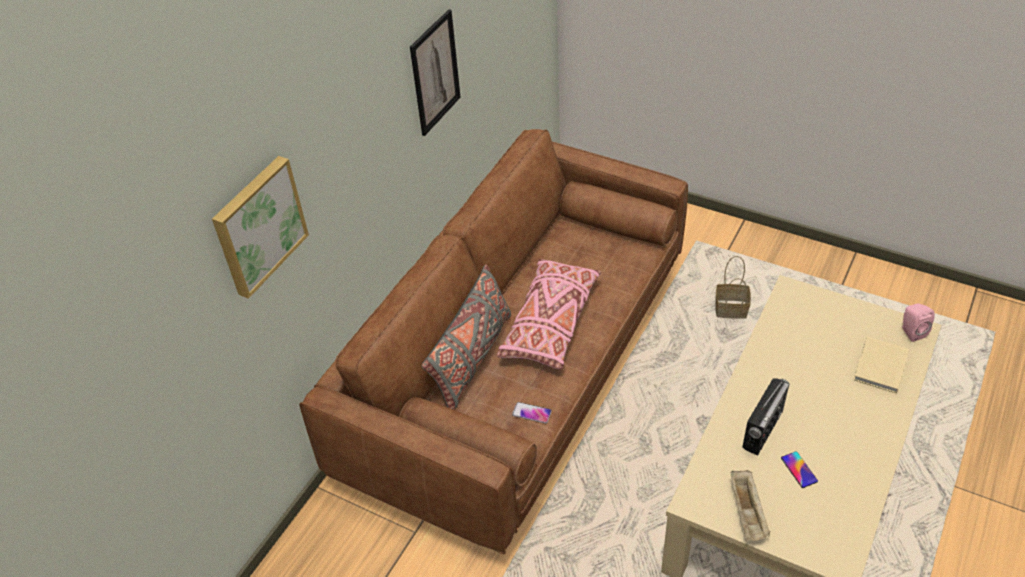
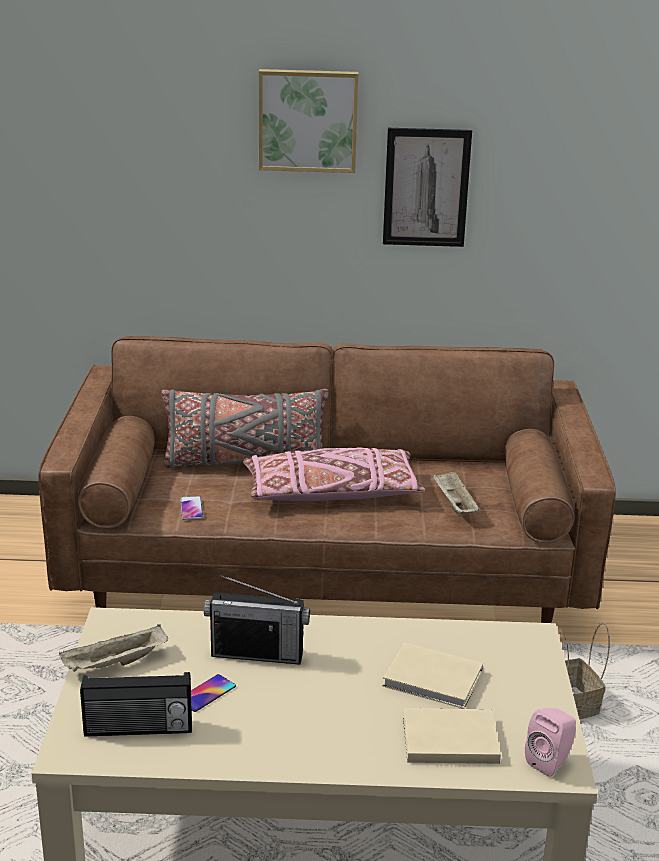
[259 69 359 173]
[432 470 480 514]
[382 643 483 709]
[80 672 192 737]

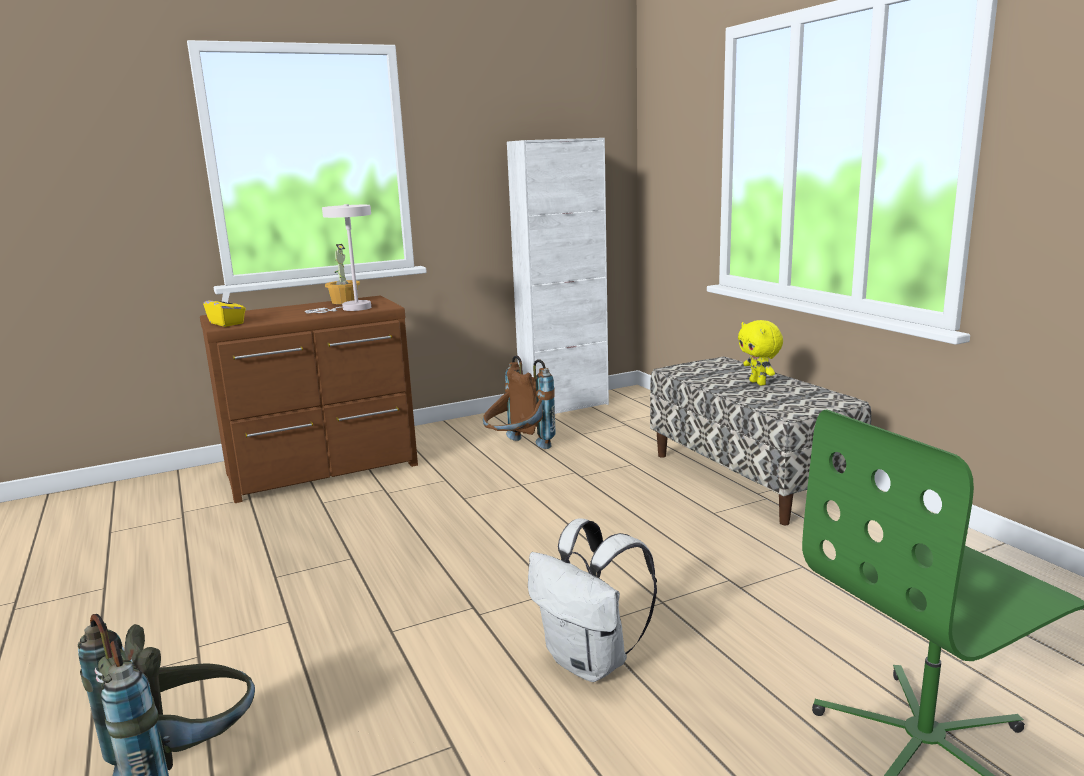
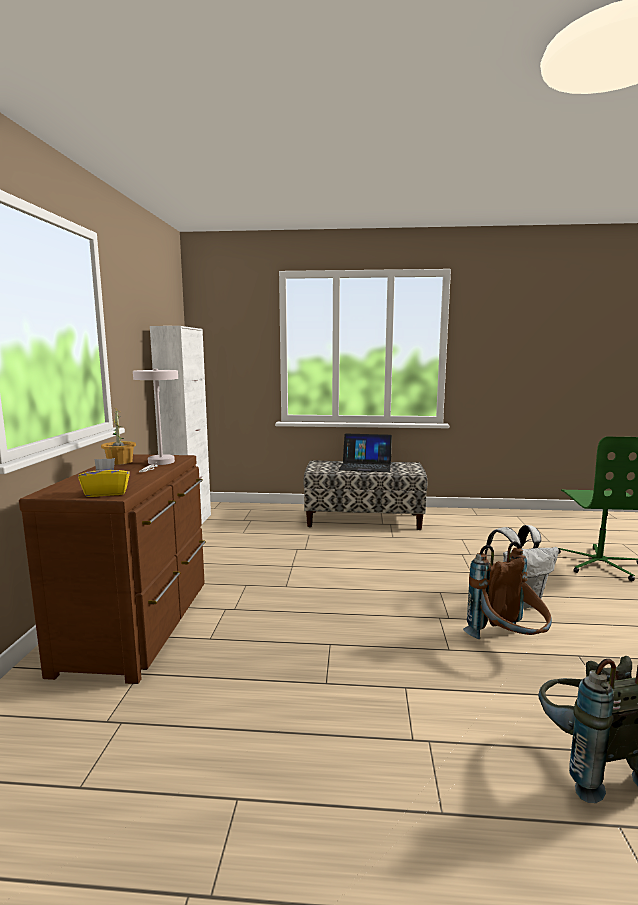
[339 433 392 472]
[463 541 552 639]

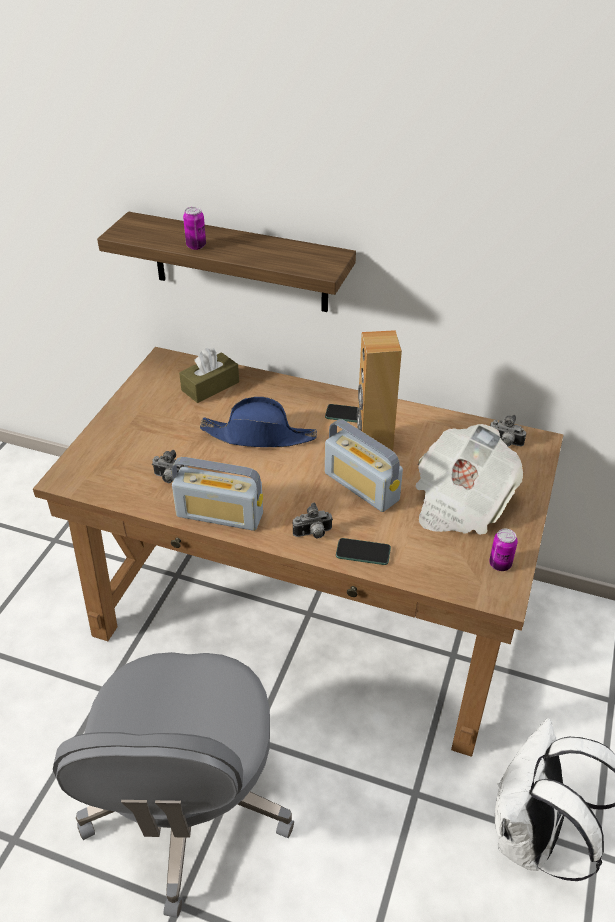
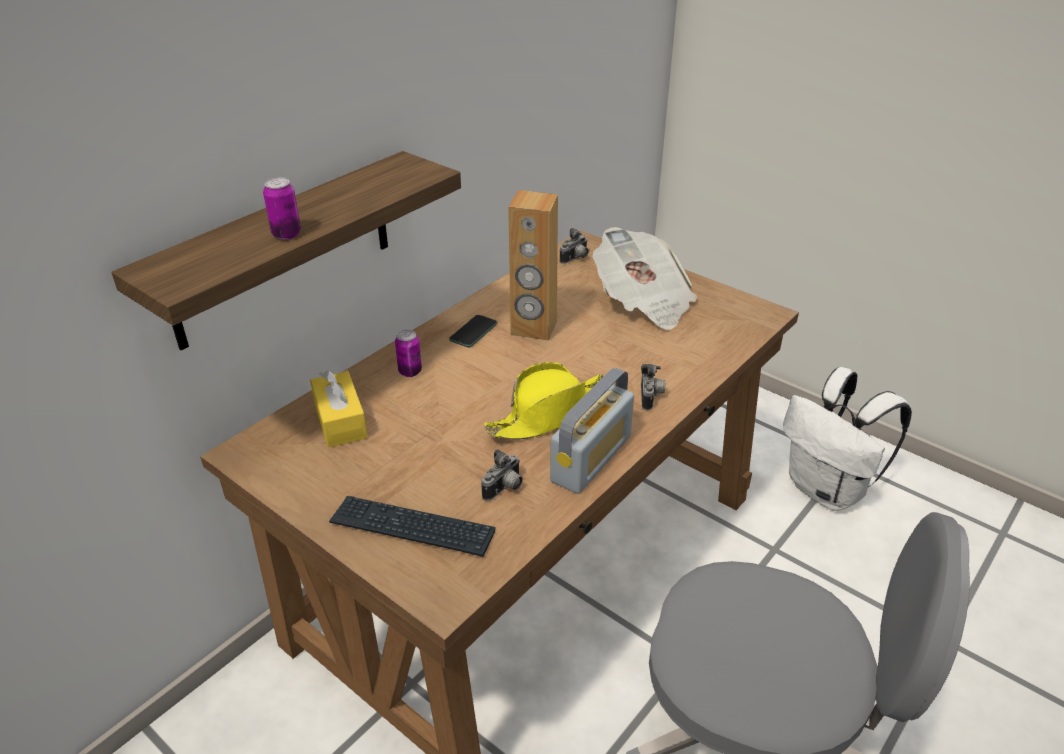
[310 370 368 448]
[200 397 317 447] (first image)
[325 419 403 512] (first image)
[395 330 422 377]
[336 538 391 565] (first image)
[484 362 604 440]
[329 496 496 557]

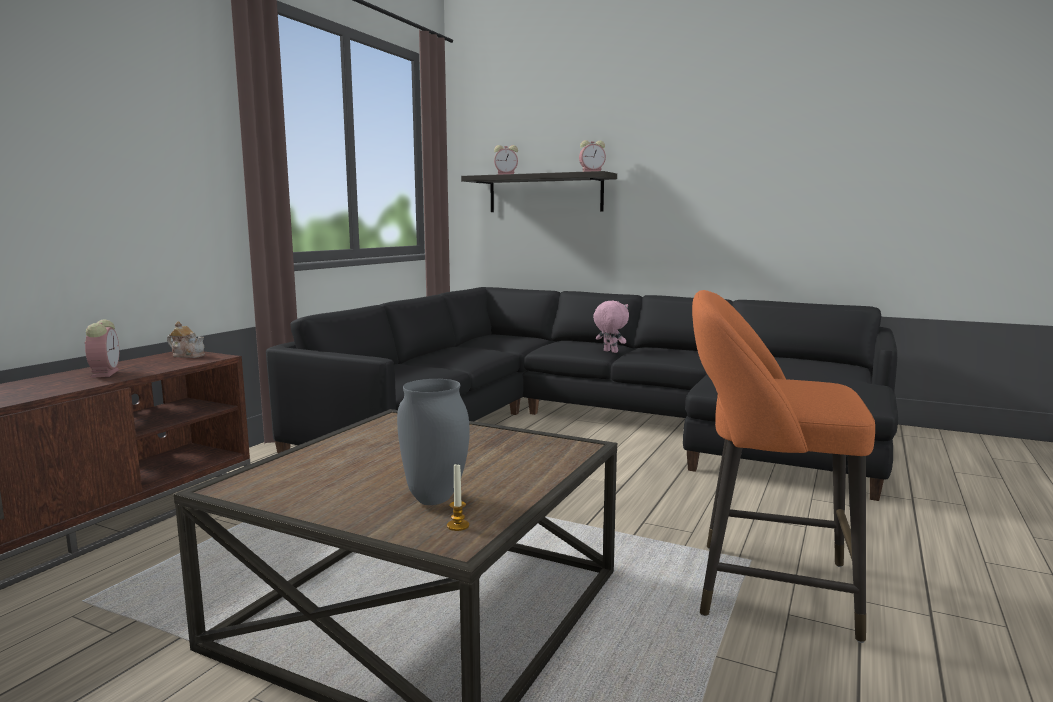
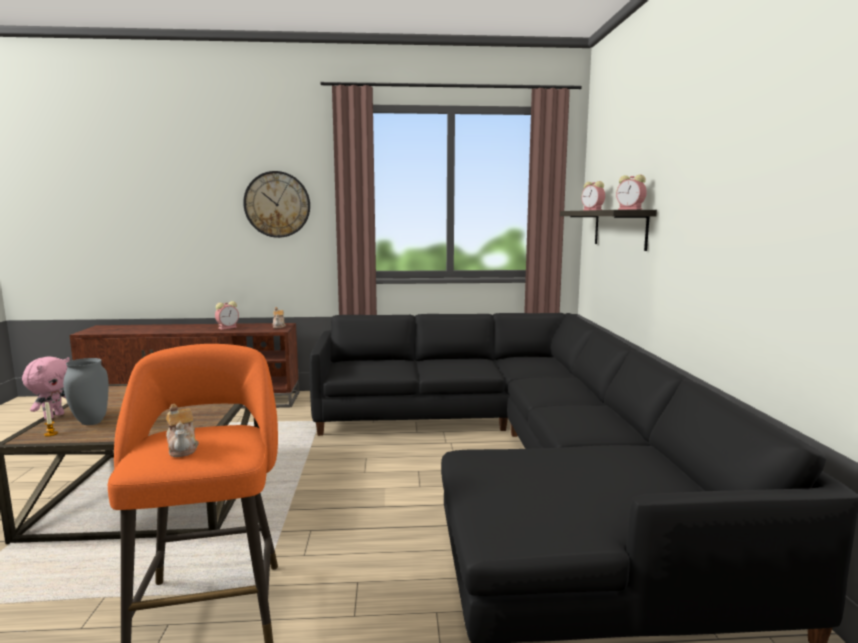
[22 357 70 420]
[243 171 310 238]
[166 404 199 457]

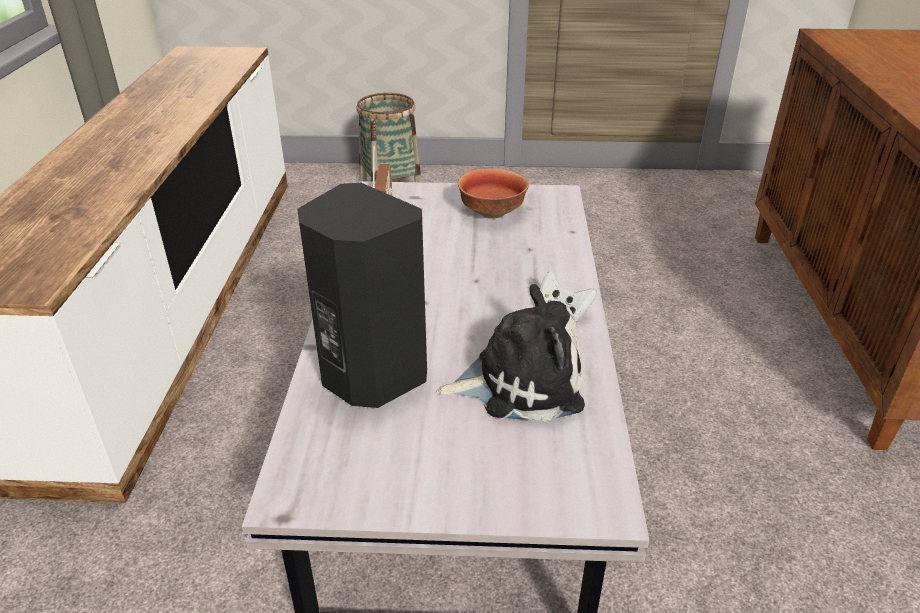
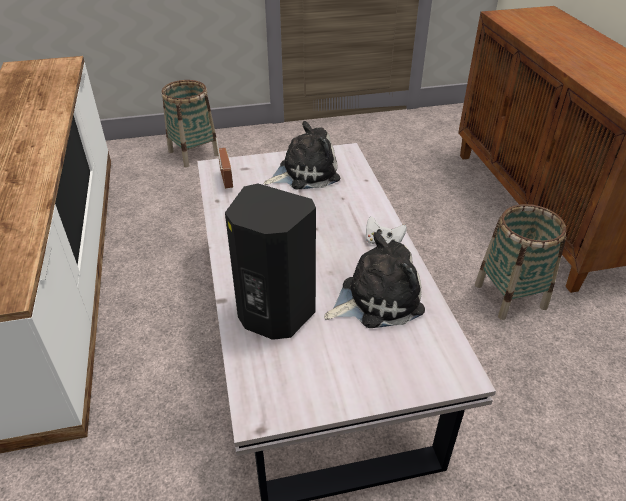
[264 121 340 189]
[475 204 566 320]

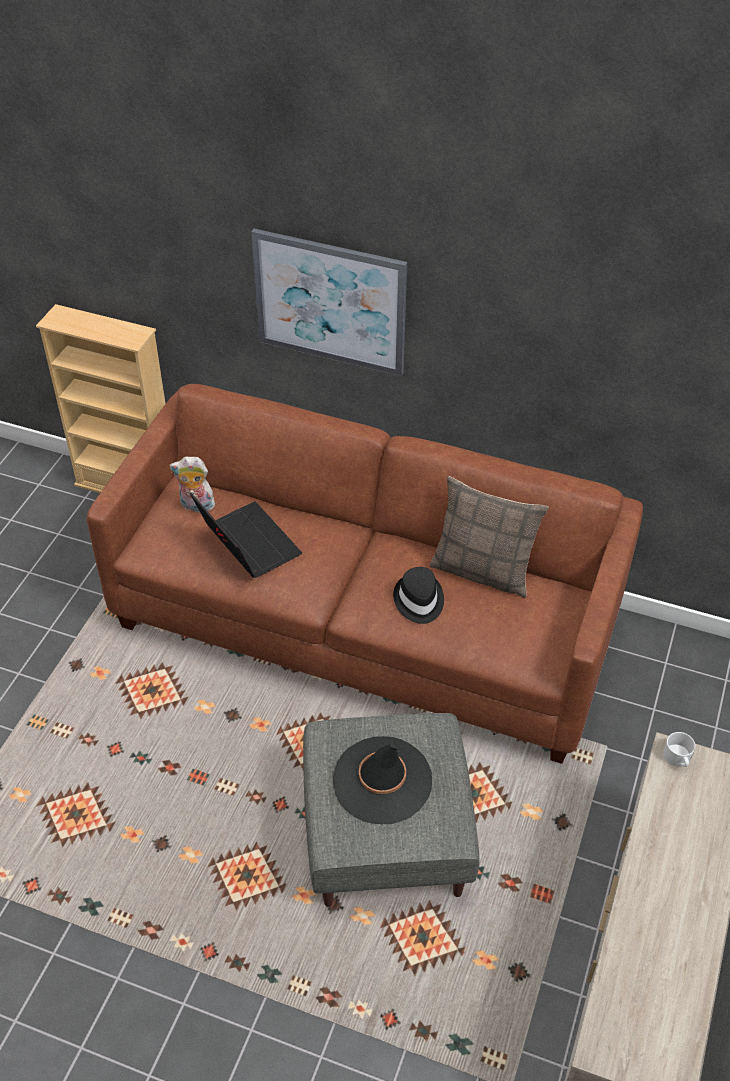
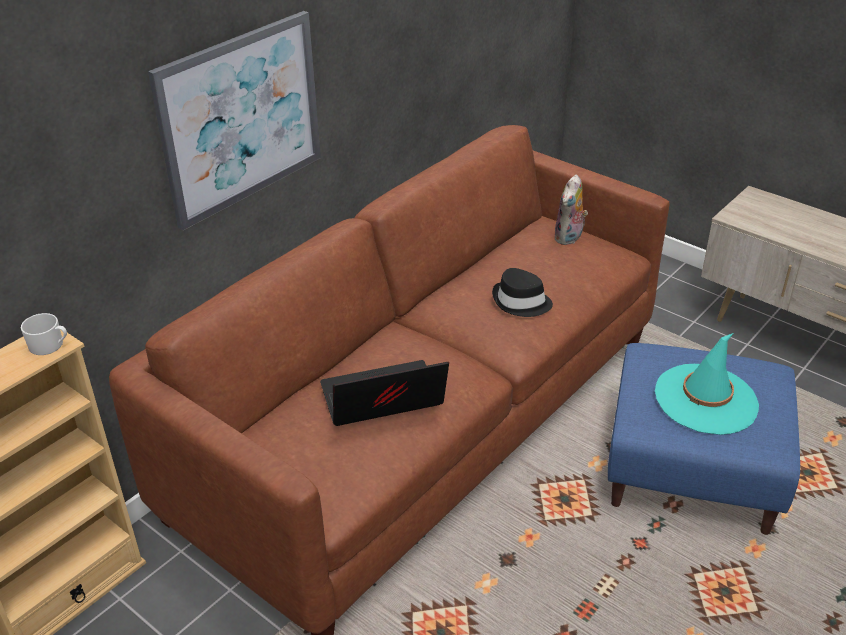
[554 175 588 245]
[429 476 549 597] (first image)
[608 343 800 535]
[21 313 67 355]
[655 333 759 435]

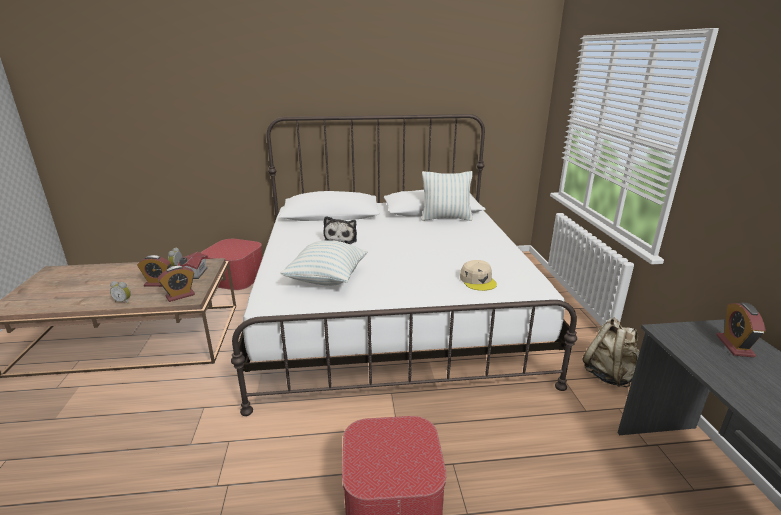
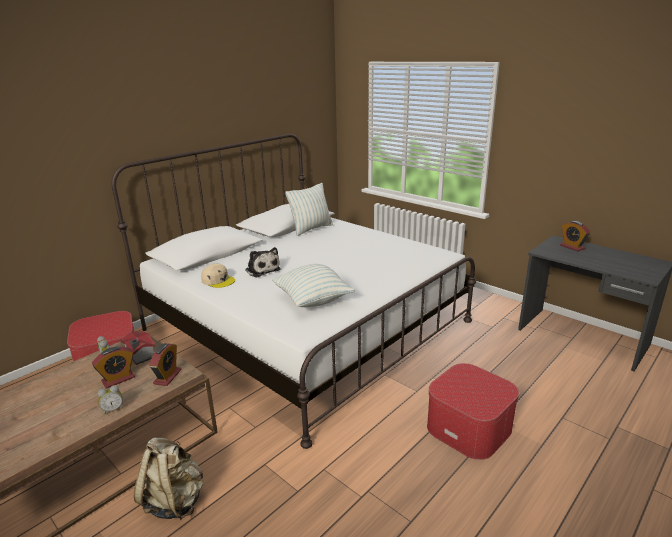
[201 264 235 288]
[134 437 203 520]

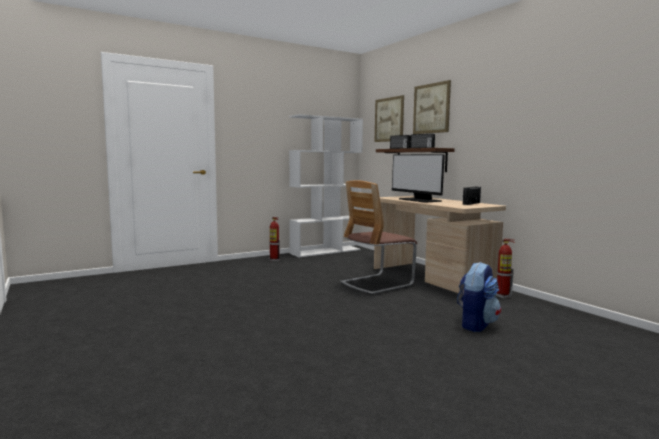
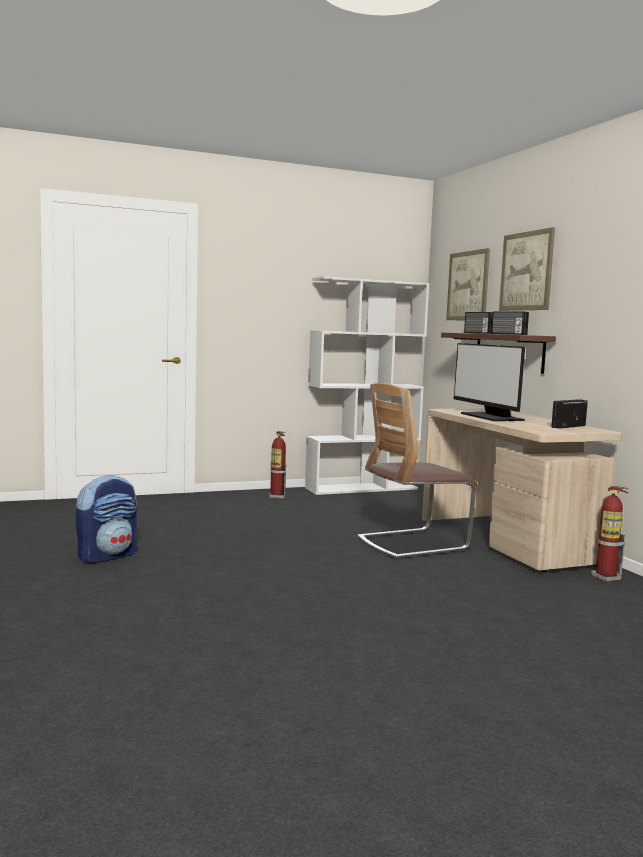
[75 475 137 563]

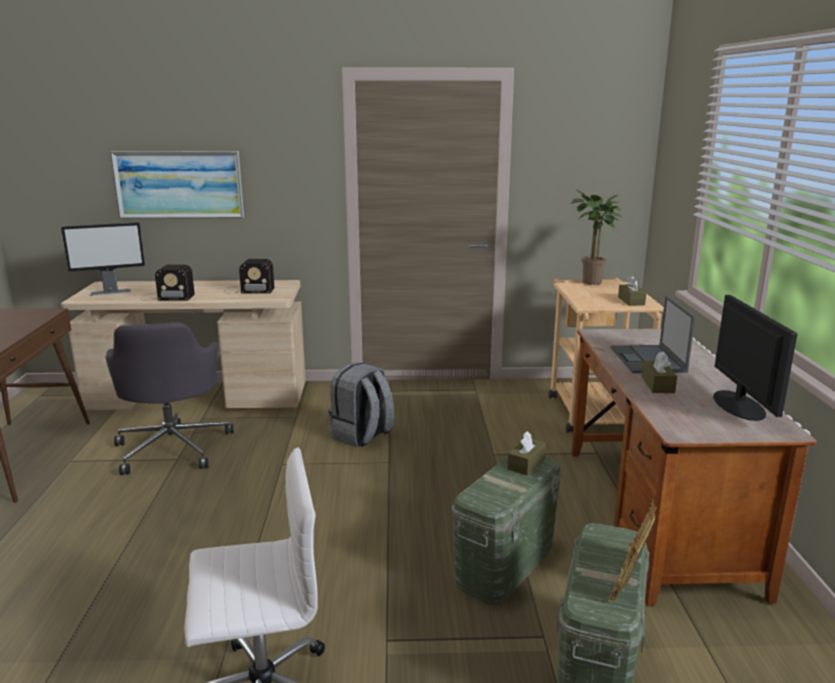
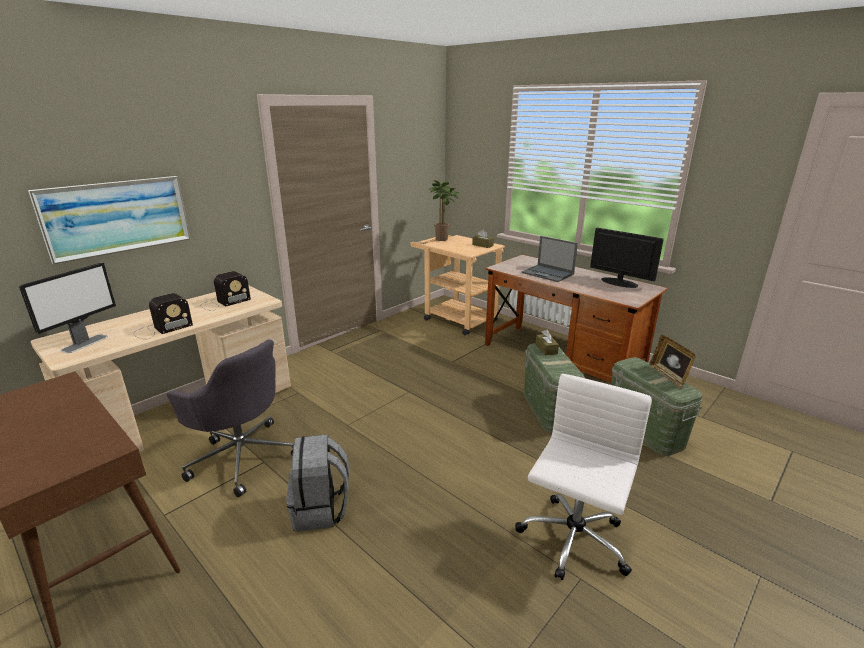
[641 352 677 393] (first image)
[286 434 349 531]

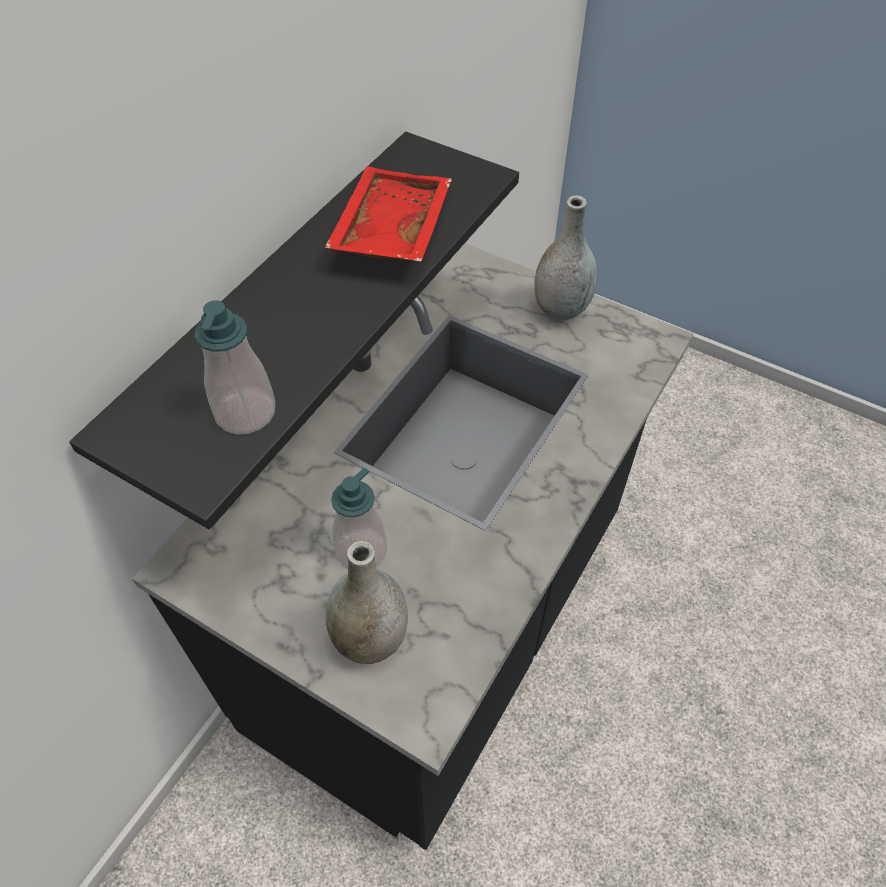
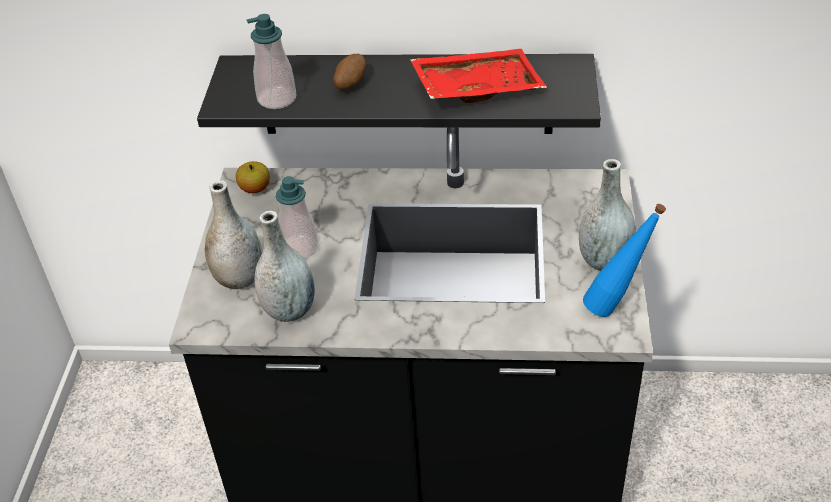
[333 54 366 90]
[236 161 270 193]
[583 204 666 317]
[254 211 315 322]

